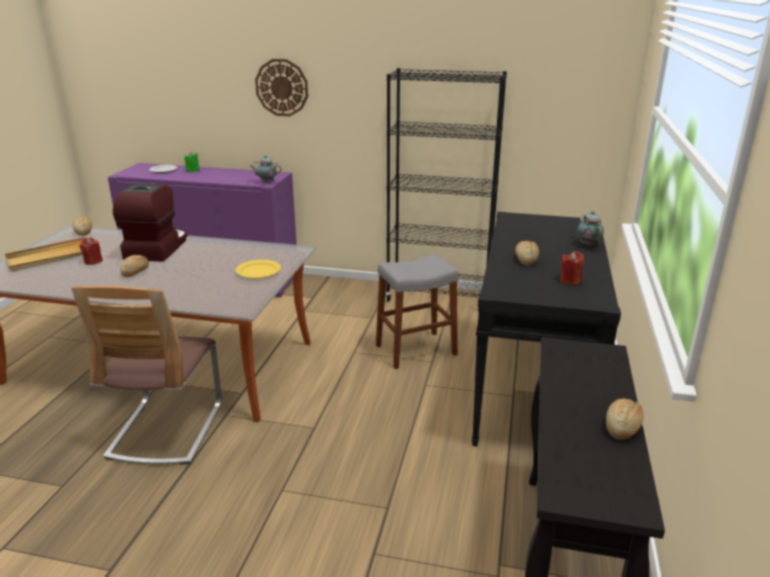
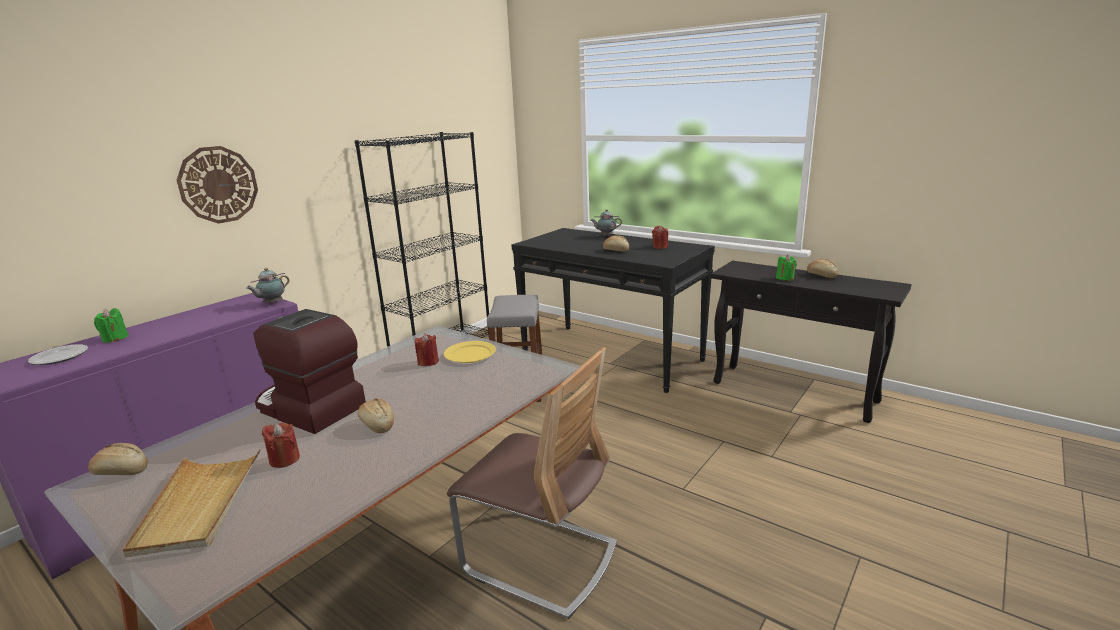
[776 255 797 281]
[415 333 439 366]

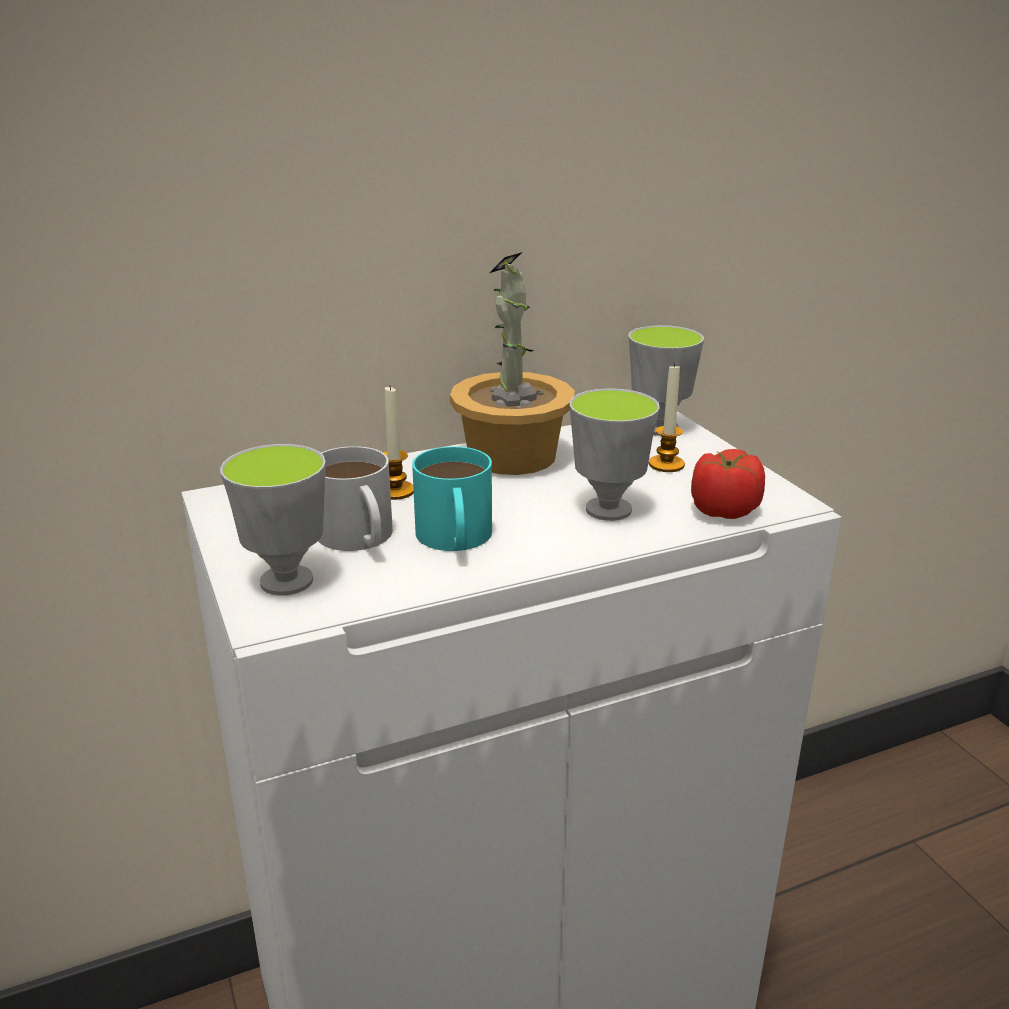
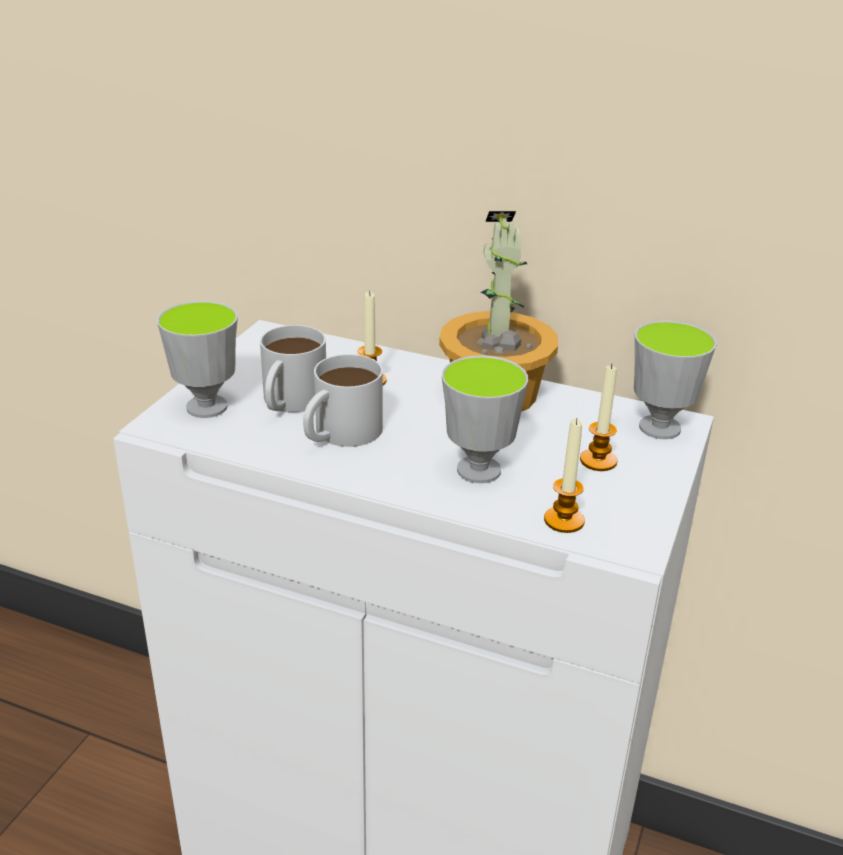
[303 354 383 447]
[544 419 585 533]

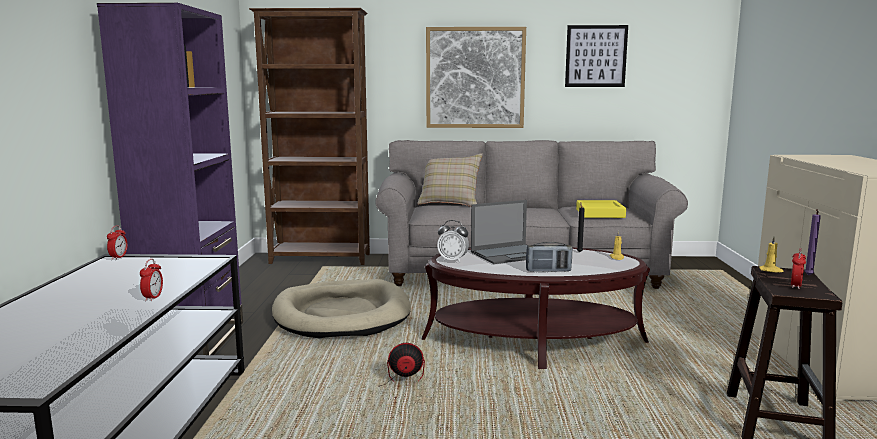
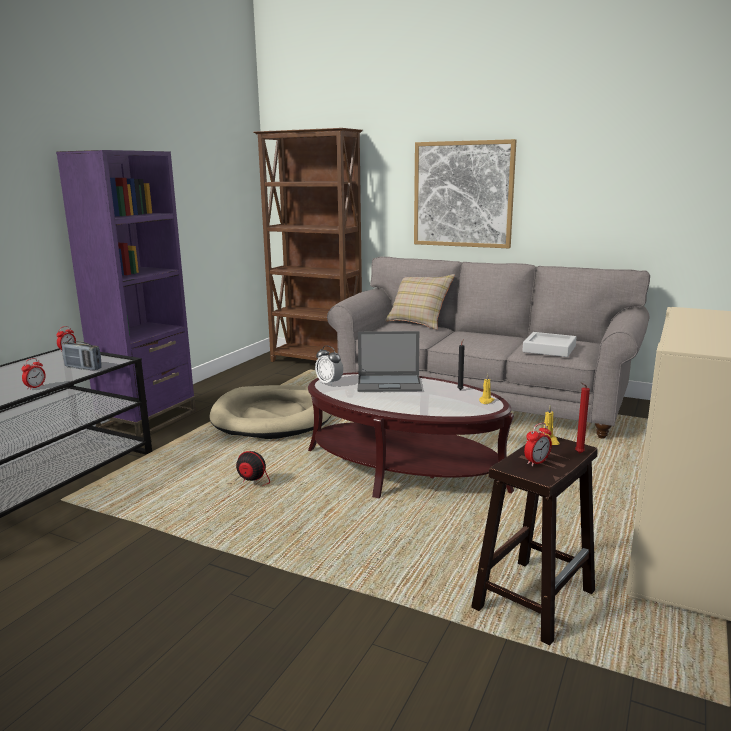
[565 25 628 87] (first image)
[522 332 576 357]
[575 383 590 453]
[62 341 102 370]

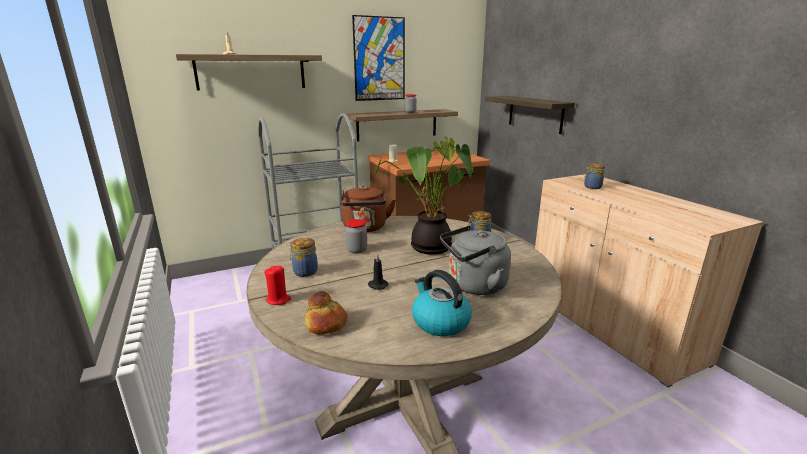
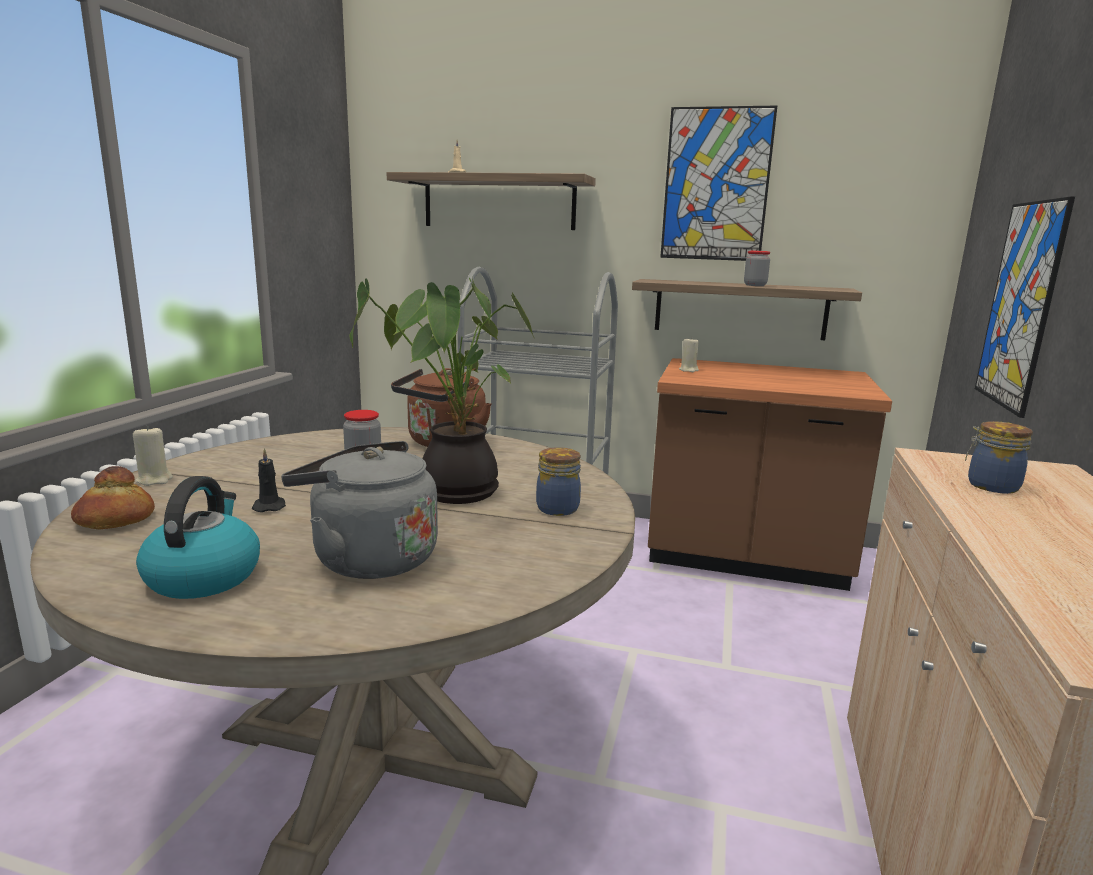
[975 197 1075 418]
[289 238 318 277] (first image)
[133 425 173 486]

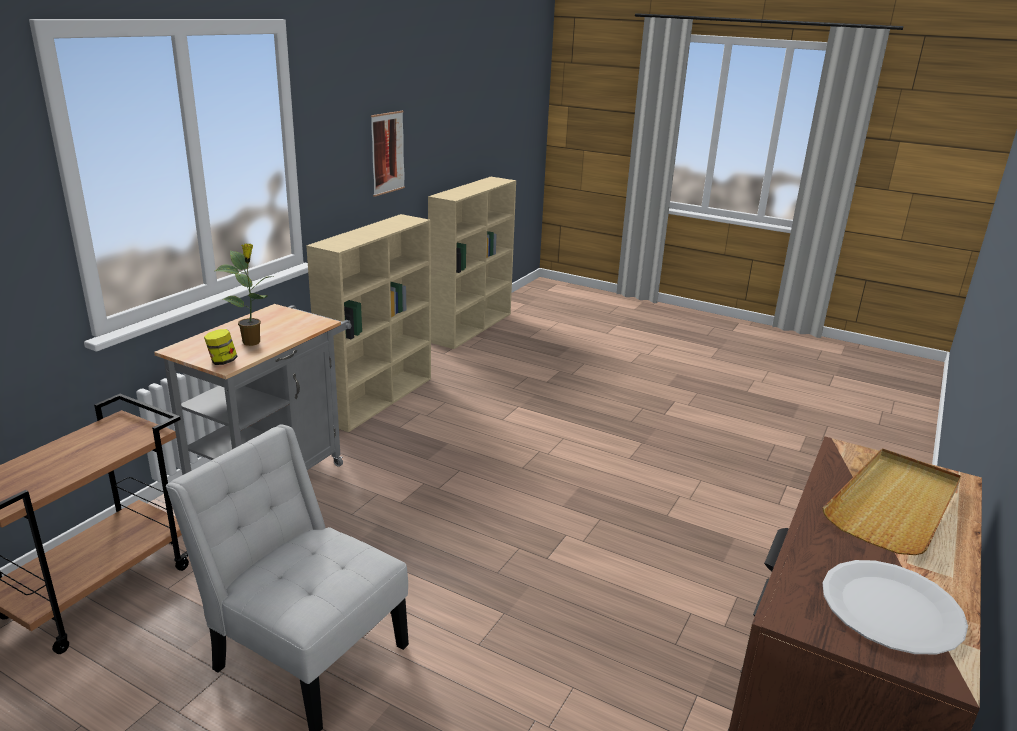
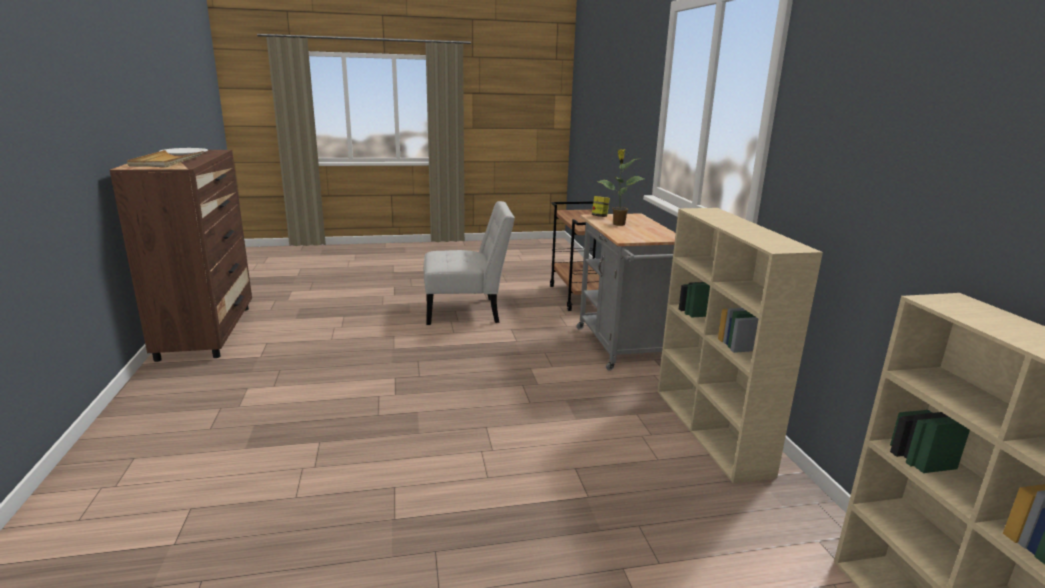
[371 111 405 197] (first image)

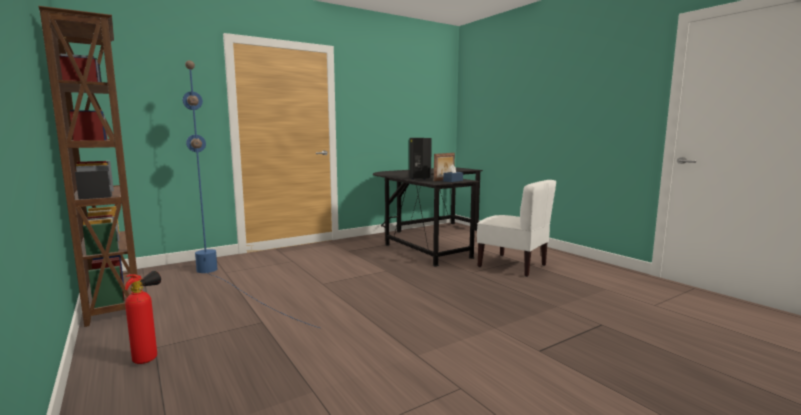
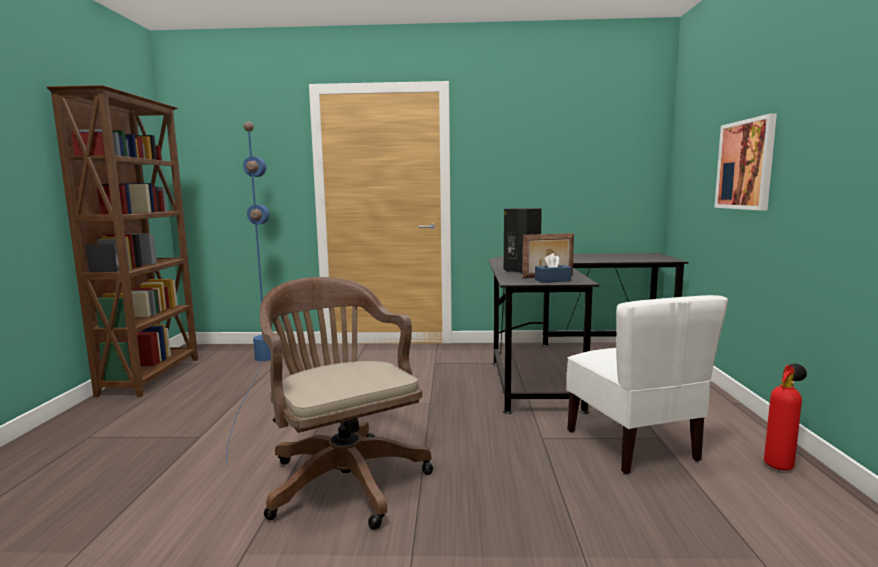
[764 364 807 470]
[714 113 777 210]
[260 277 433 530]

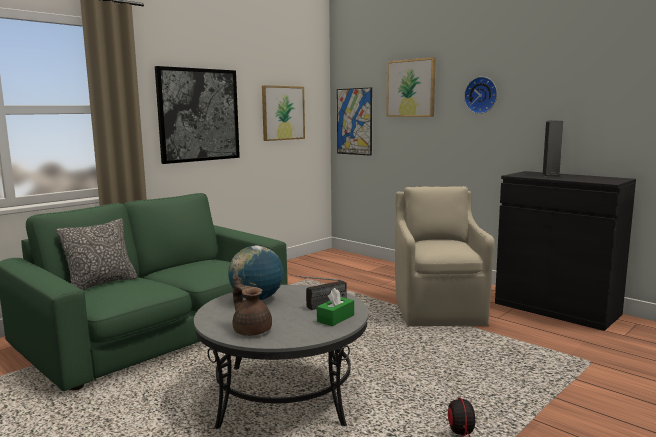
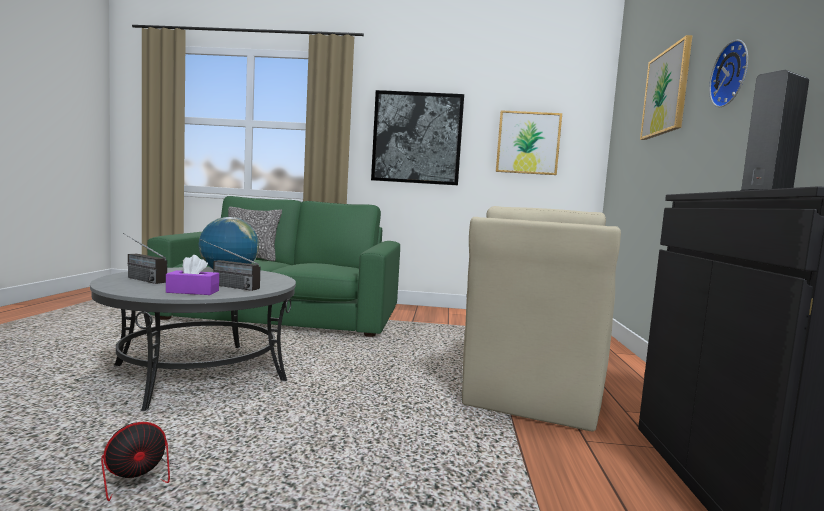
[337 87 372 156] (first image)
[462 206 621 432]
[123 233 167 284]
[166 255 219 295]

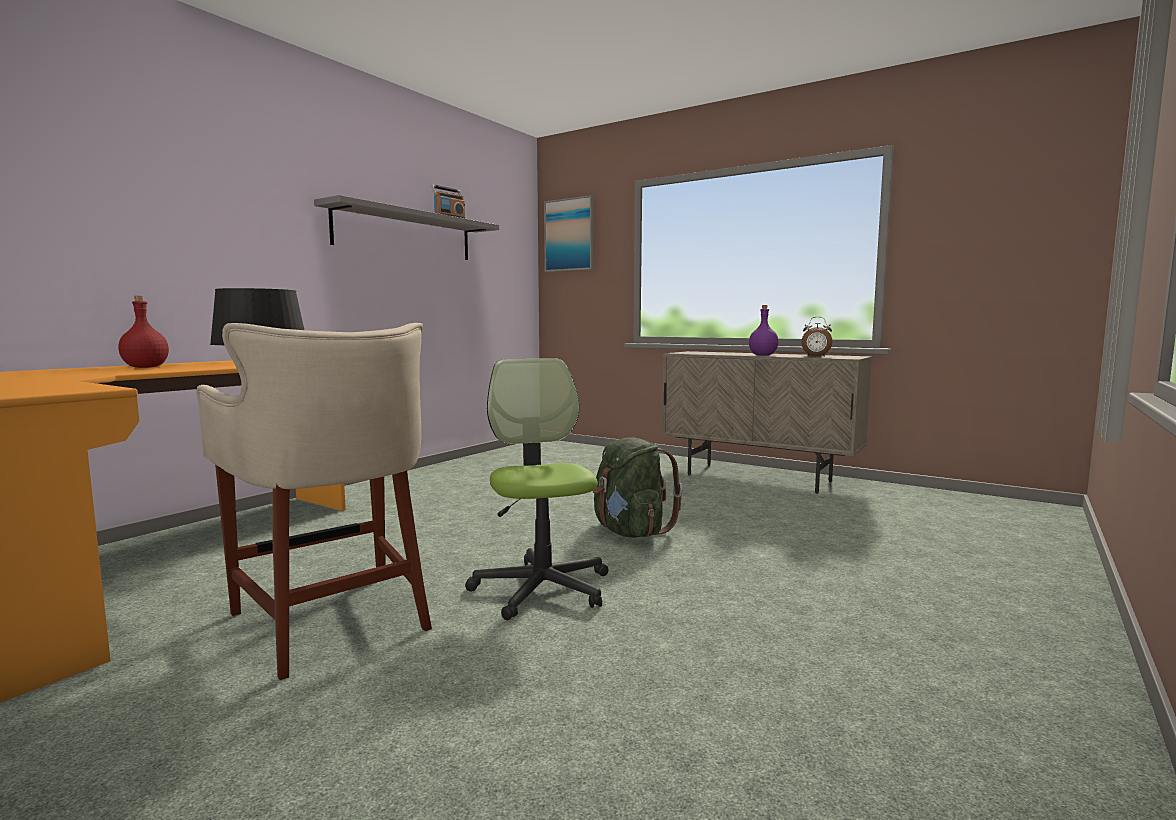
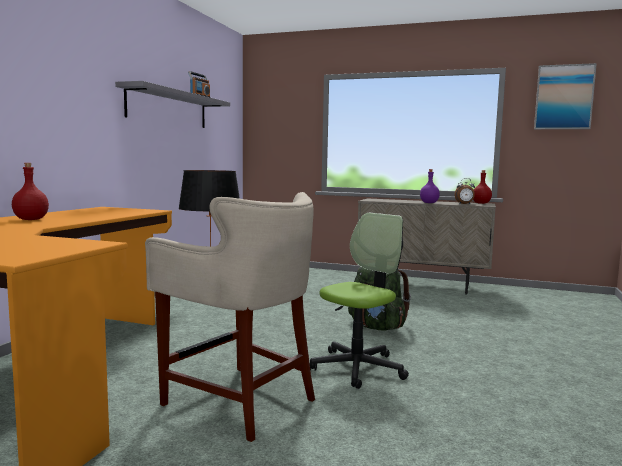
[534 63 597 129]
[310 213 409 389]
[473 170 492 204]

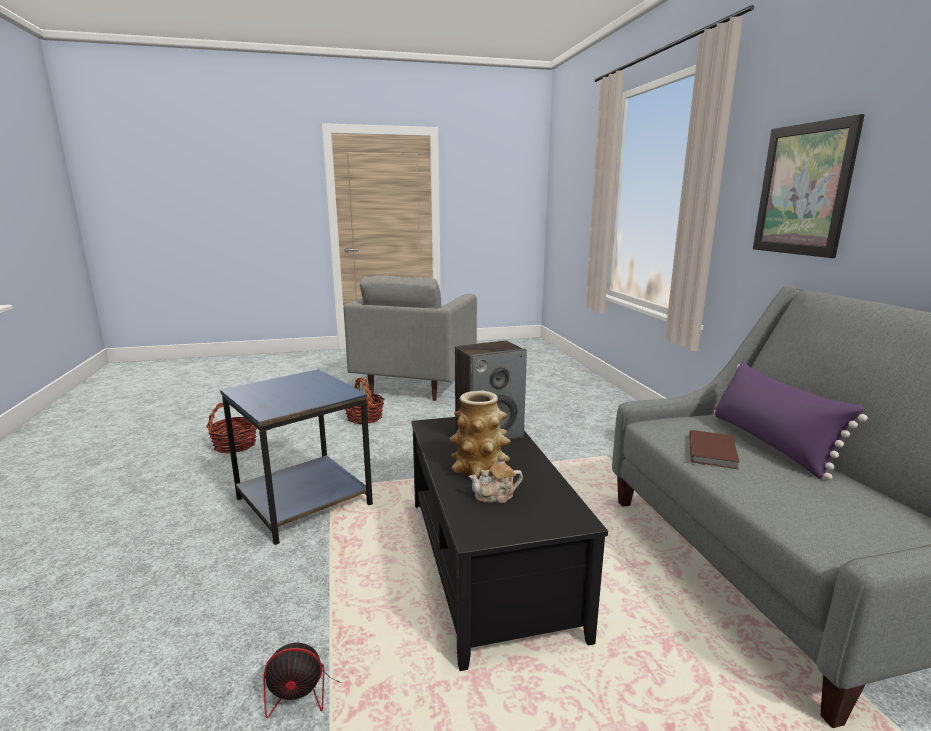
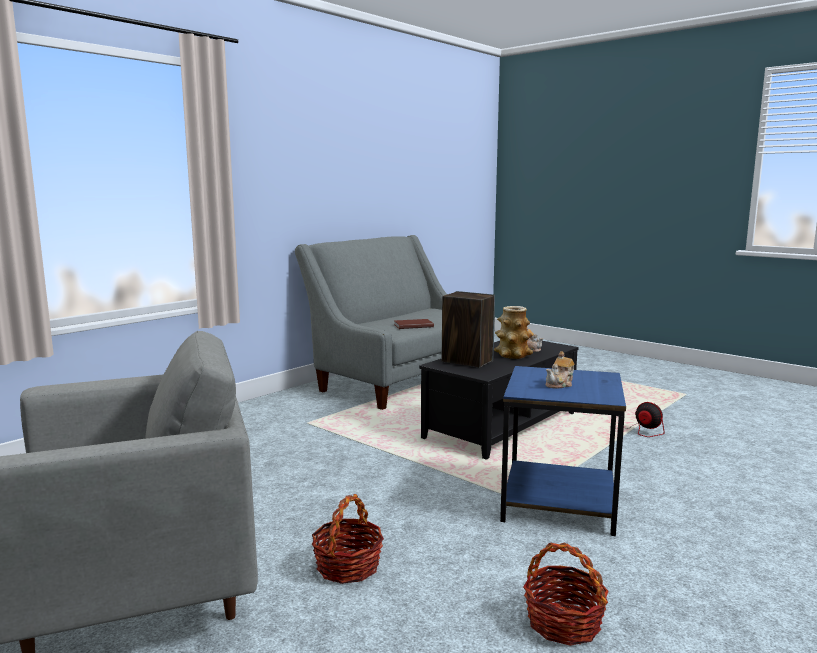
[753 114 865 258] (first image)
[714 361 868 480] (first image)
[546 351 575 389]

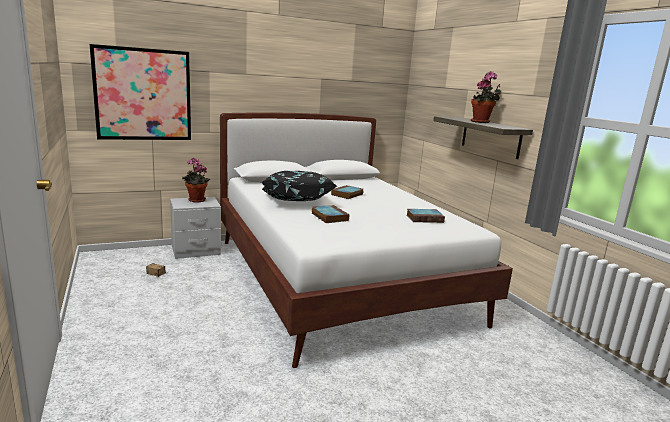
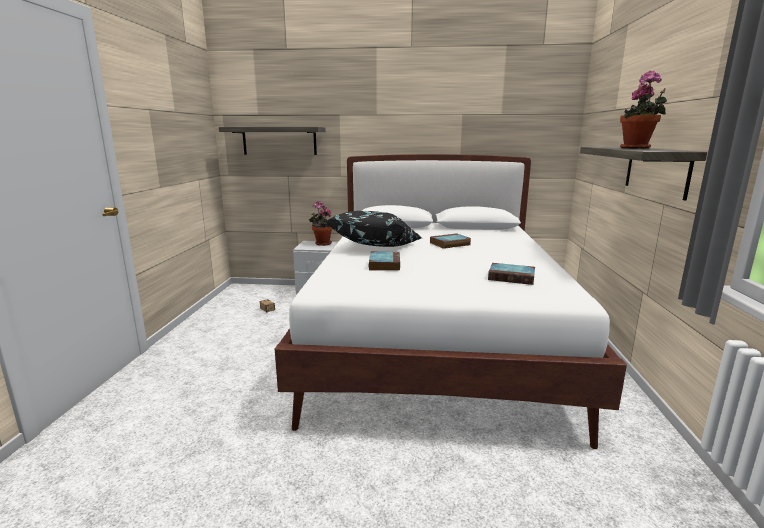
[219 127 326 155]

